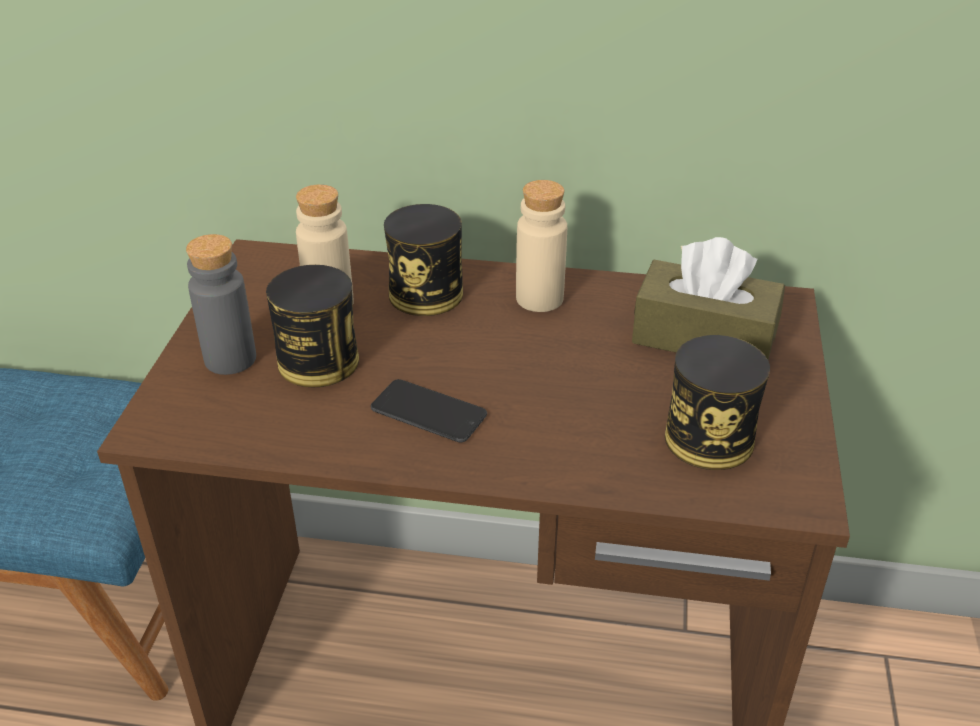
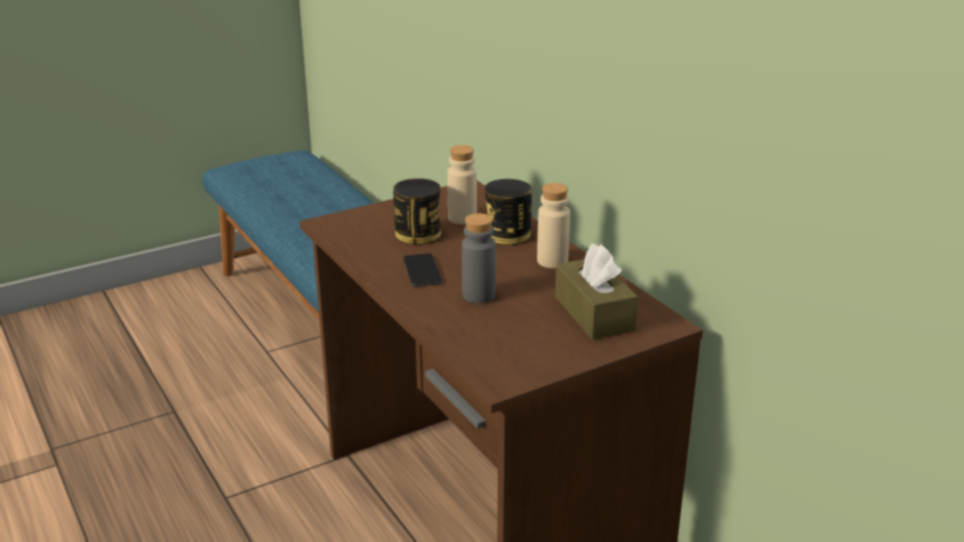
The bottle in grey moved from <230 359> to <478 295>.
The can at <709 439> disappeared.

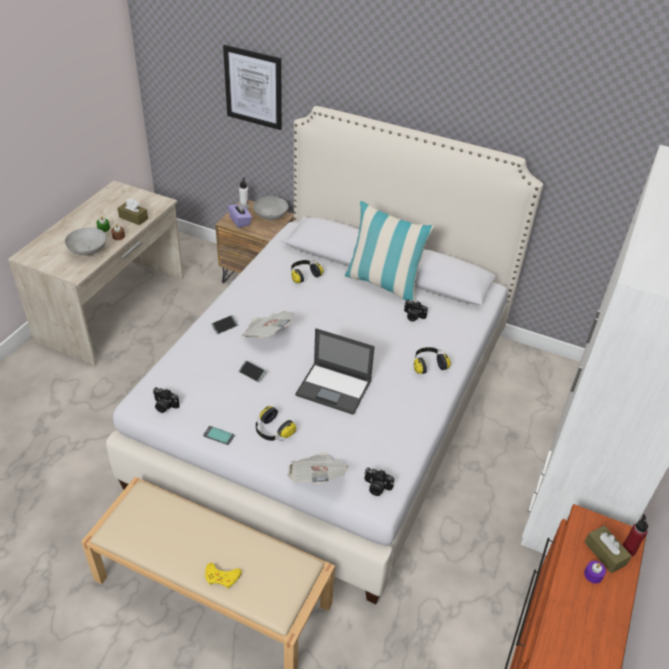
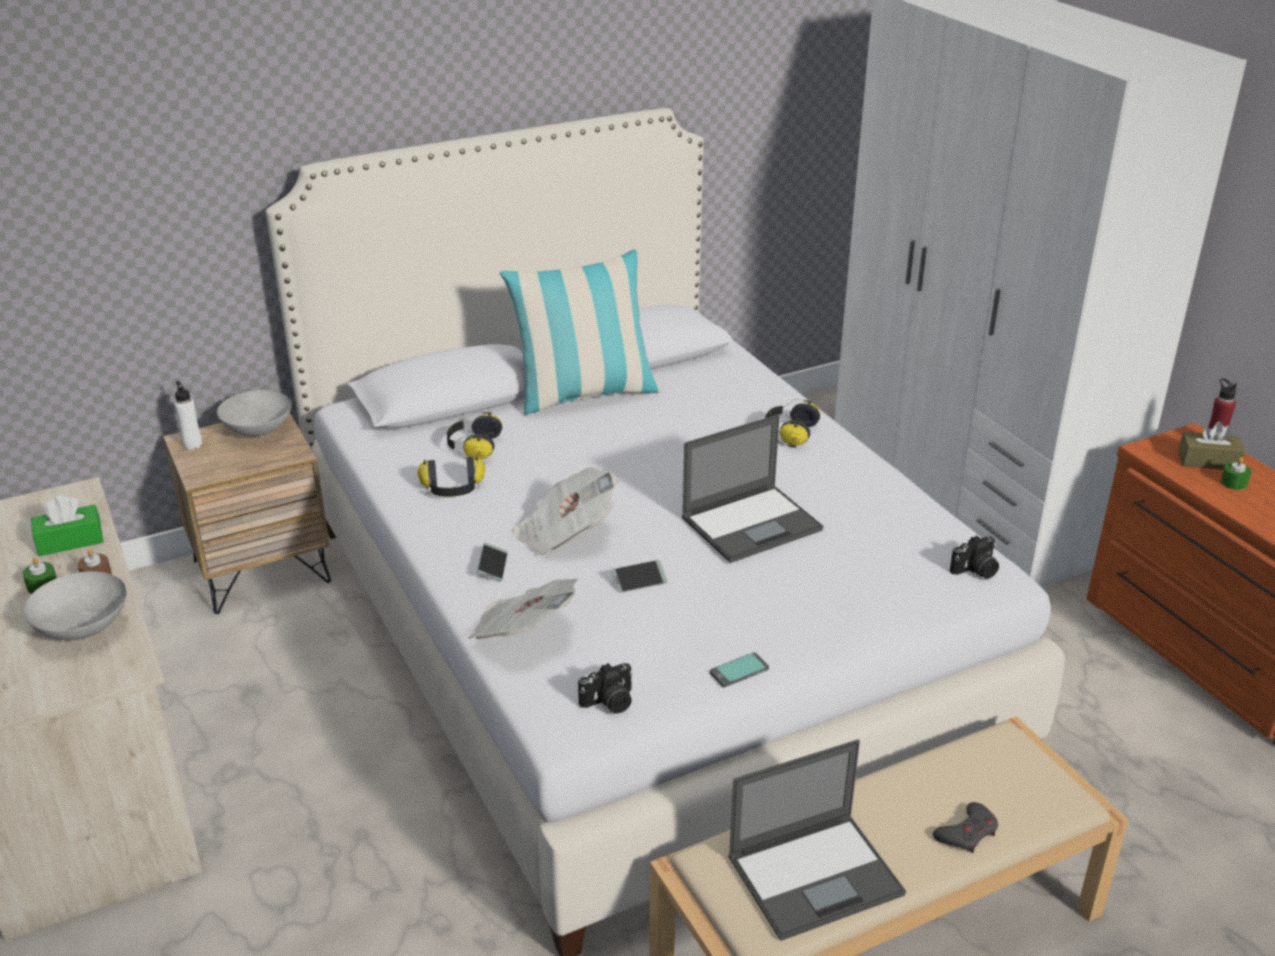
The tissue box in brown at <133 218> became the tissue box in green at <70 541>.
The game controller in yellow at <222 577> became the game controller in grey at <967 833>.
The picture at <253 87> disappeared.
The tissue box in purple at <240 221> disappeared.
The headphones moved from <272 431> to <453 490>.
The newspaper moved from <317 478> to <523 632>.
The photo camera at <413 316> disappeared.
The candle in purple at <593 575> became the candle in green at <1234 483>.
The laptop at <816 875> appeared.

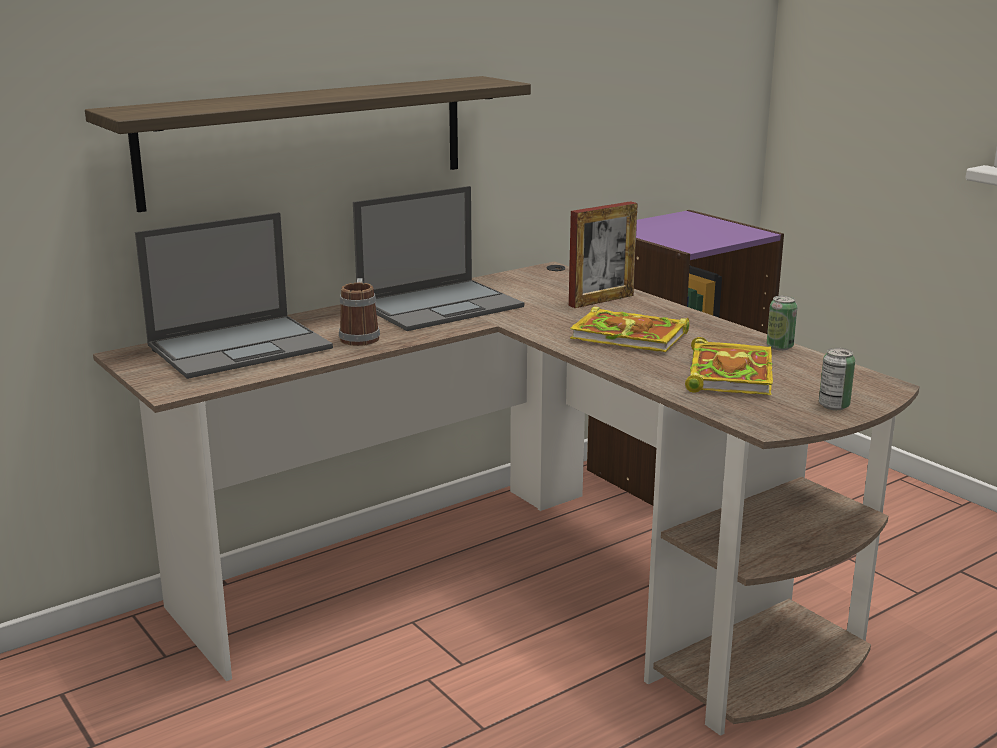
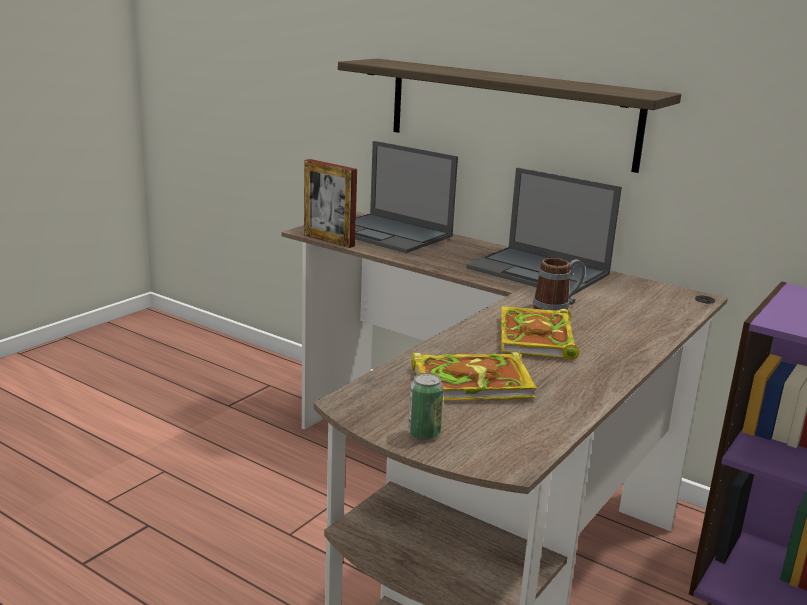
The mug moved from <360 336> to <557 307>.
The picture frame moved from <601 300> to <329 240>.
The can at <779 347> disappeared.

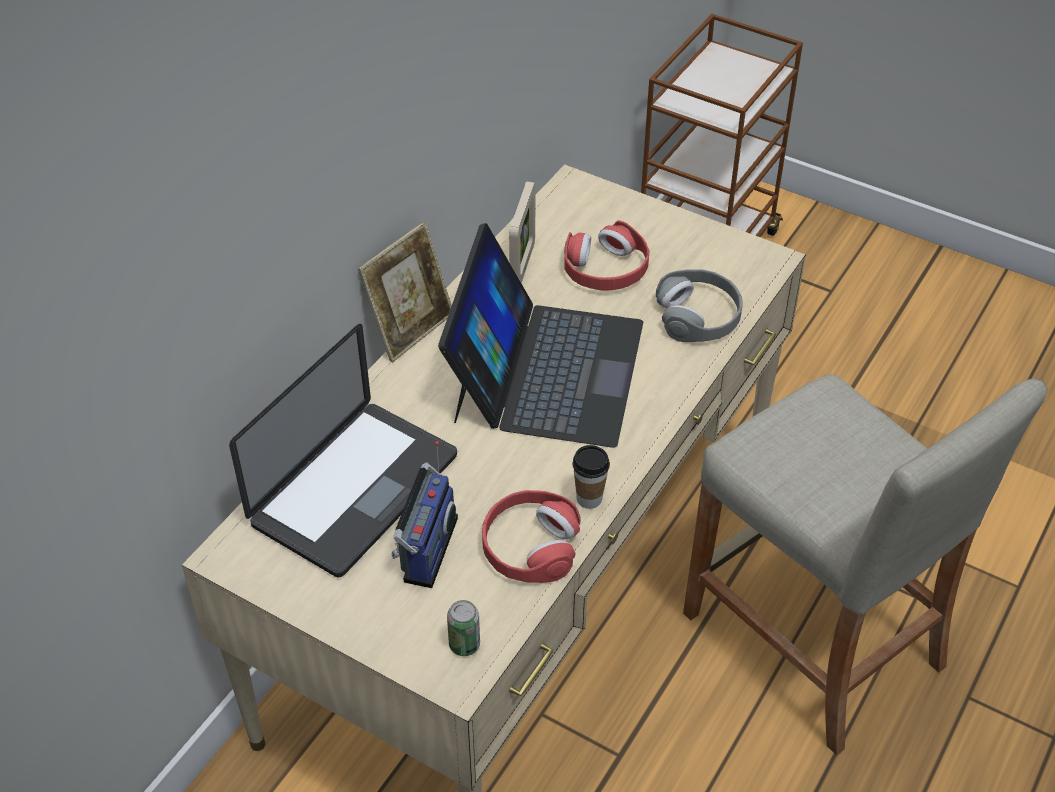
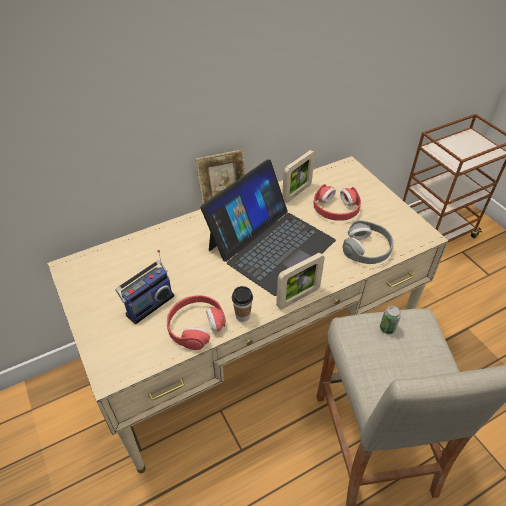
The laptop at <355 490> disappeared.
The can moved from <464 645> to <387 328>.
The picture frame at <298 297> appeared.

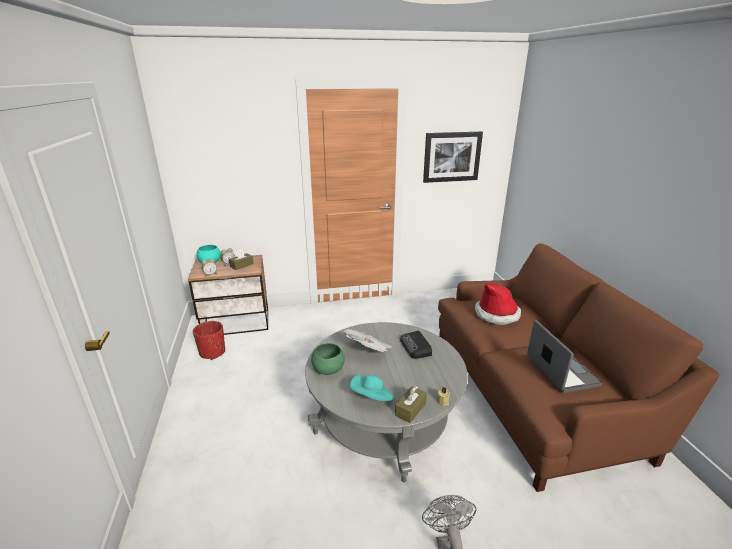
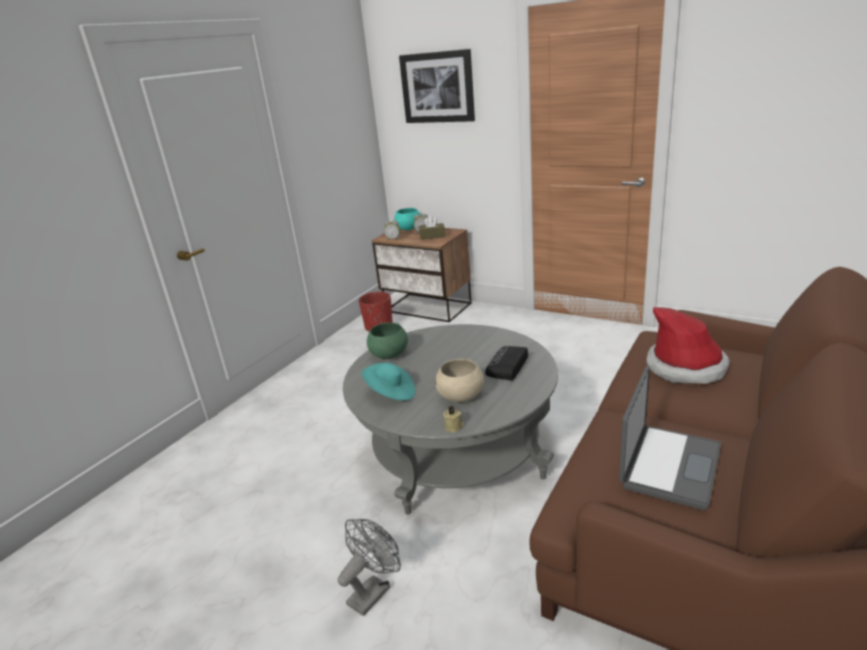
The newspaper at <369 351> disappeared.
The tissue box in brown at <410 409> disappeared.
The picture moved from <452 157> to <437 87>.
The bowl in beige at <461 397> appeared.

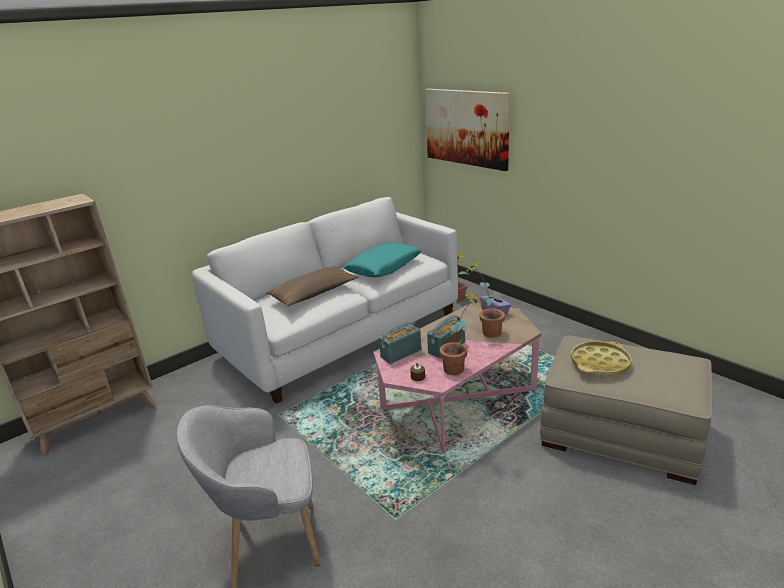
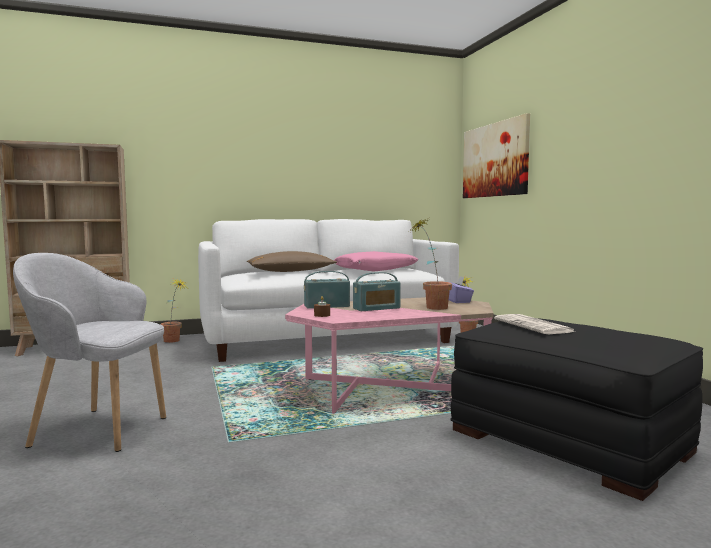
The pillow in turquoise at <384 267> became the pillow in pink at <375 270>.
The potted plant moved from <460 370> to <174 341>.
The ottoman in beige at <621 432> became the ottoman in black at <569 440>.
The tray in yellow at <600 363> was replaced by the newspaper at <534 326>.

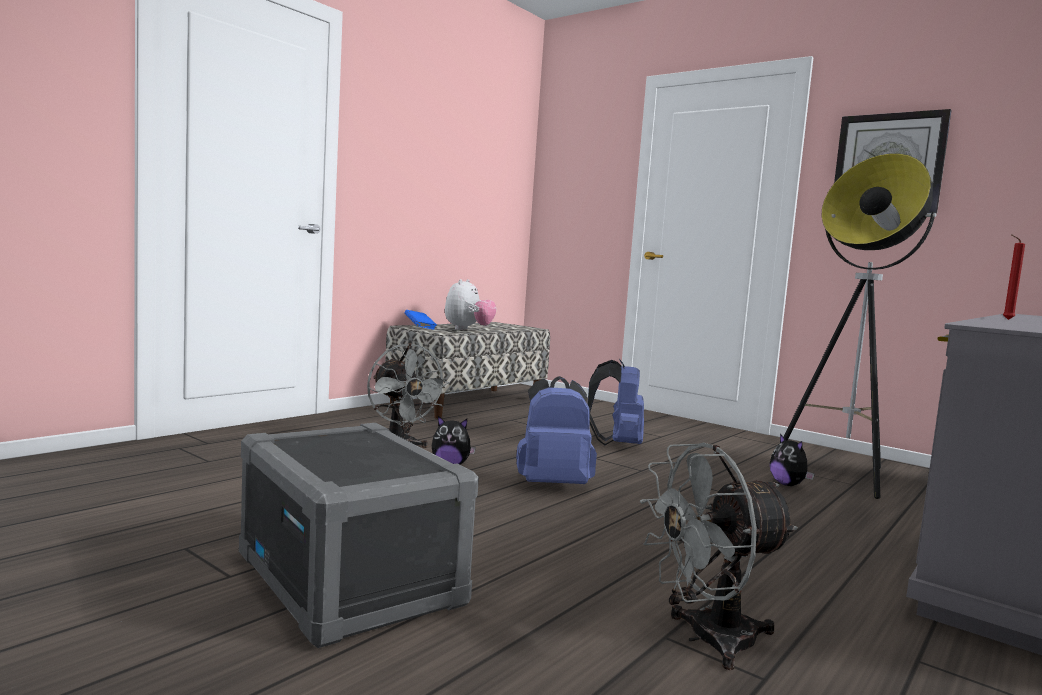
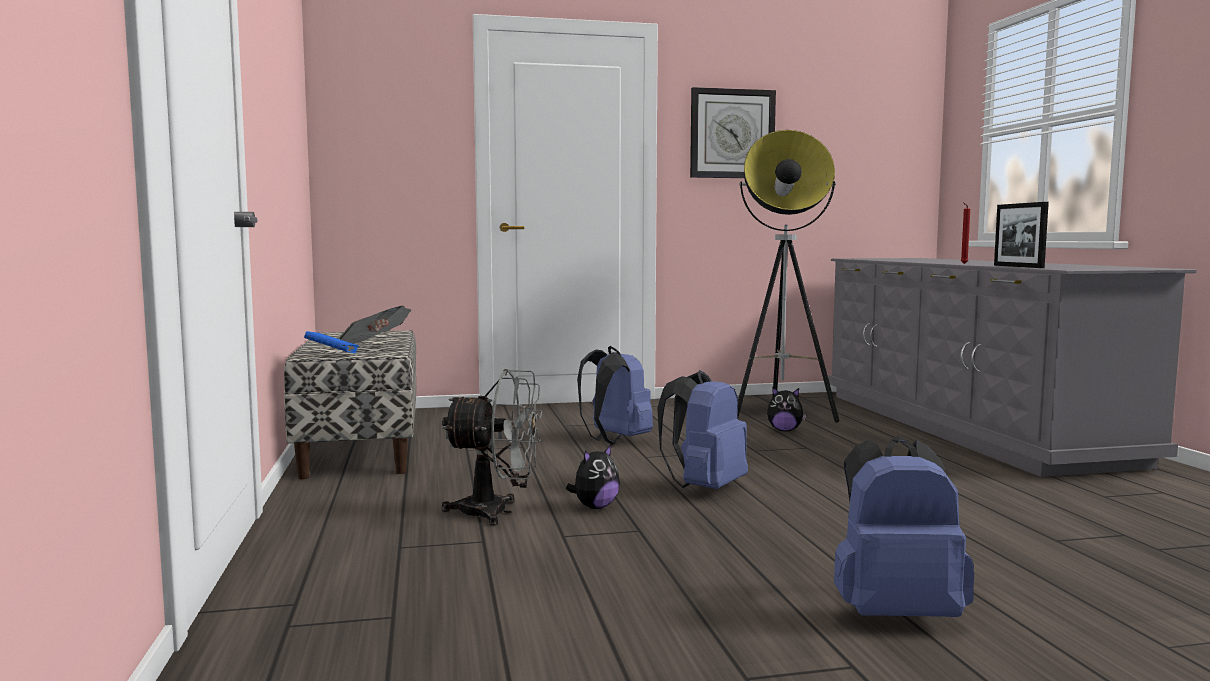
The storage box in grey at <351 579> was replaced by the backpack in blue at <895 613>.
The plush toy at <468 329> was replaced by the newspaper at <374 346>.
The fan in grey at <706 639> disappeared.
The picture frame at <1018 266> appeared.

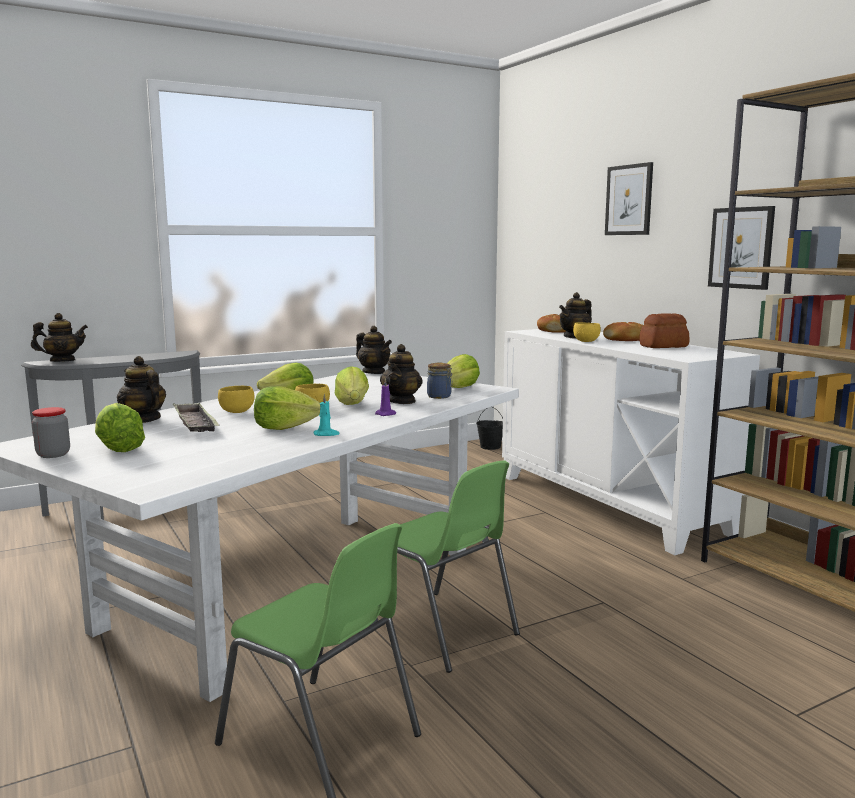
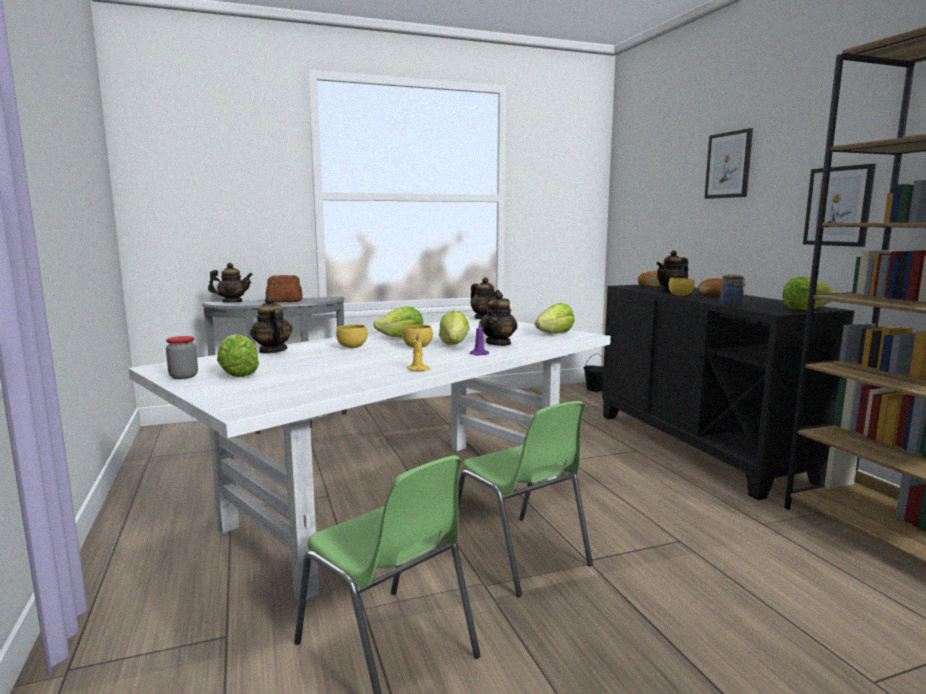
The tray at <195 424> disappeared.
The lettuce moved from <284 427> to <804 309>.
The candle in turquoise at <326 434> became the candle in yellow at <419 369>.
The jar moved from <440 396> to <731 304>.
The cabinet in white at <610 503> became the cabinet in black at <700 446>.
The bread moved from <662 346> to <284 301>.

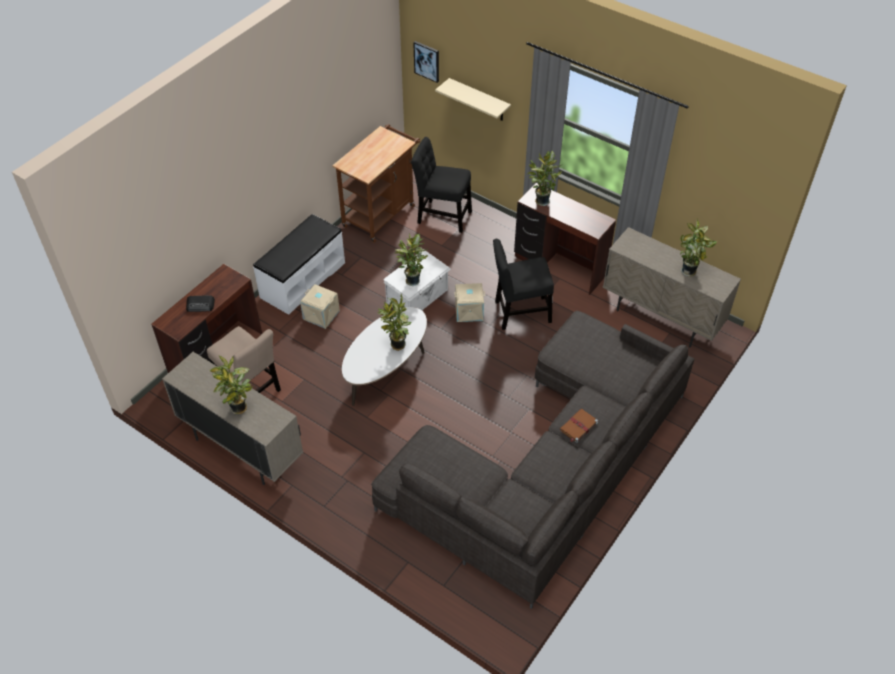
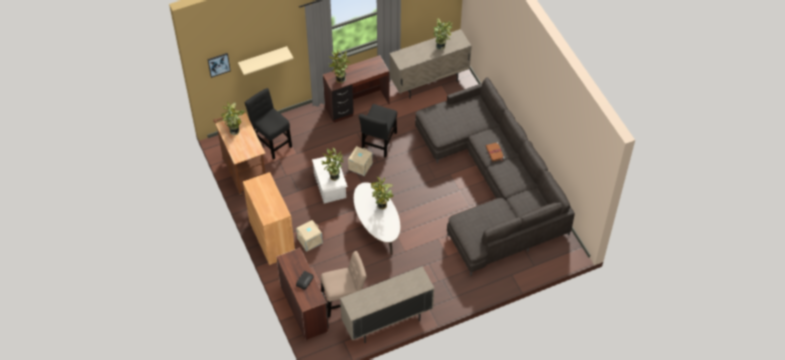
The potted plant moved from <239 409> to <235 131>.
The bench in white at <302 280> was replaced by the cabinet in brown at <272 238>.
The chair in black at <441 216> turned 90 degrees clockwise.

